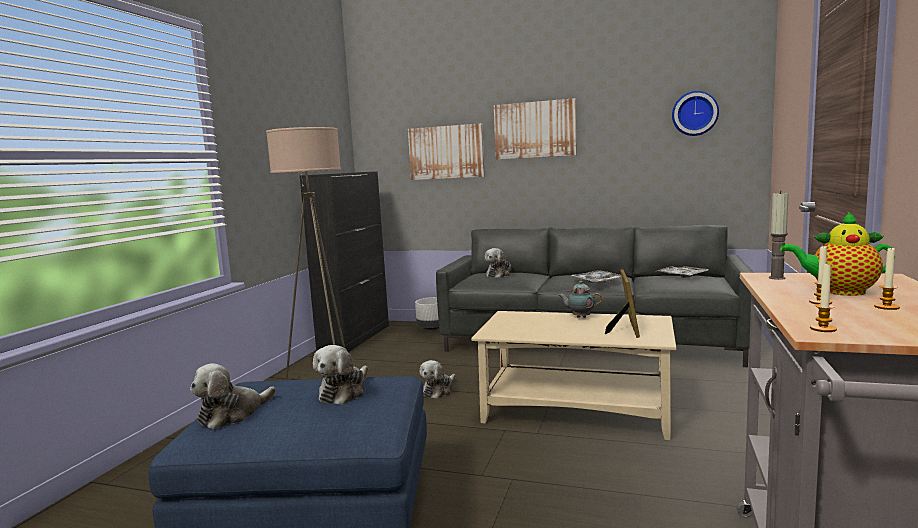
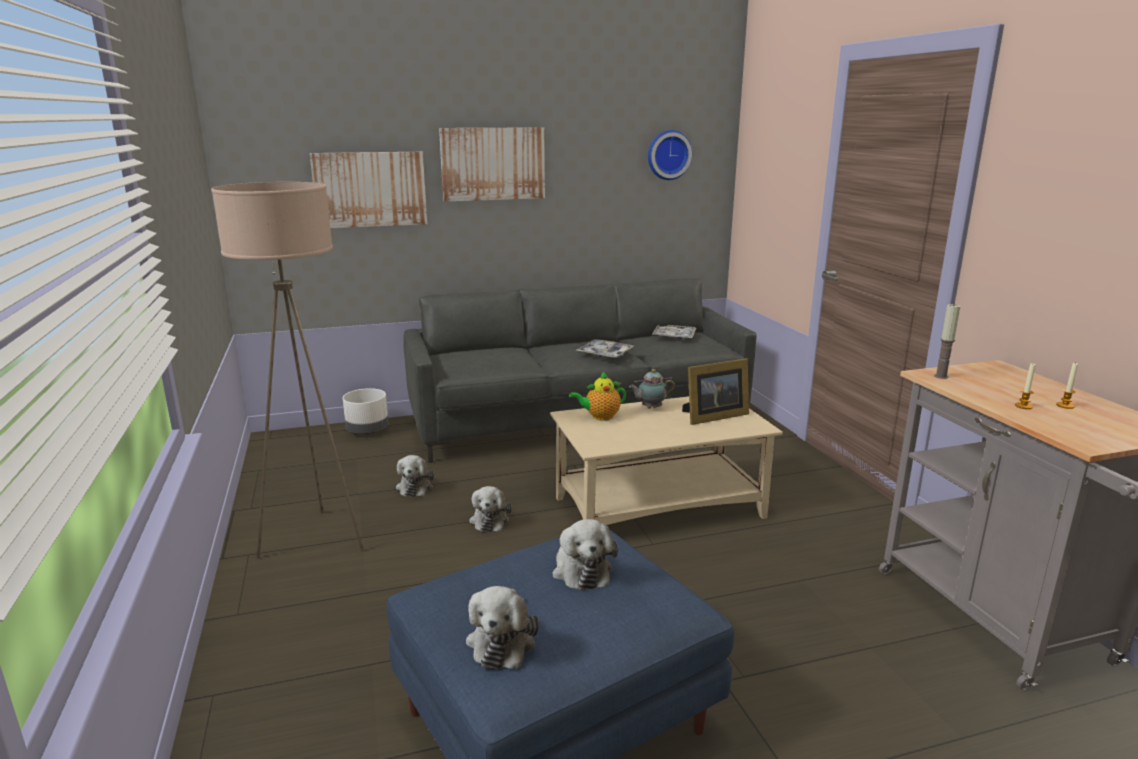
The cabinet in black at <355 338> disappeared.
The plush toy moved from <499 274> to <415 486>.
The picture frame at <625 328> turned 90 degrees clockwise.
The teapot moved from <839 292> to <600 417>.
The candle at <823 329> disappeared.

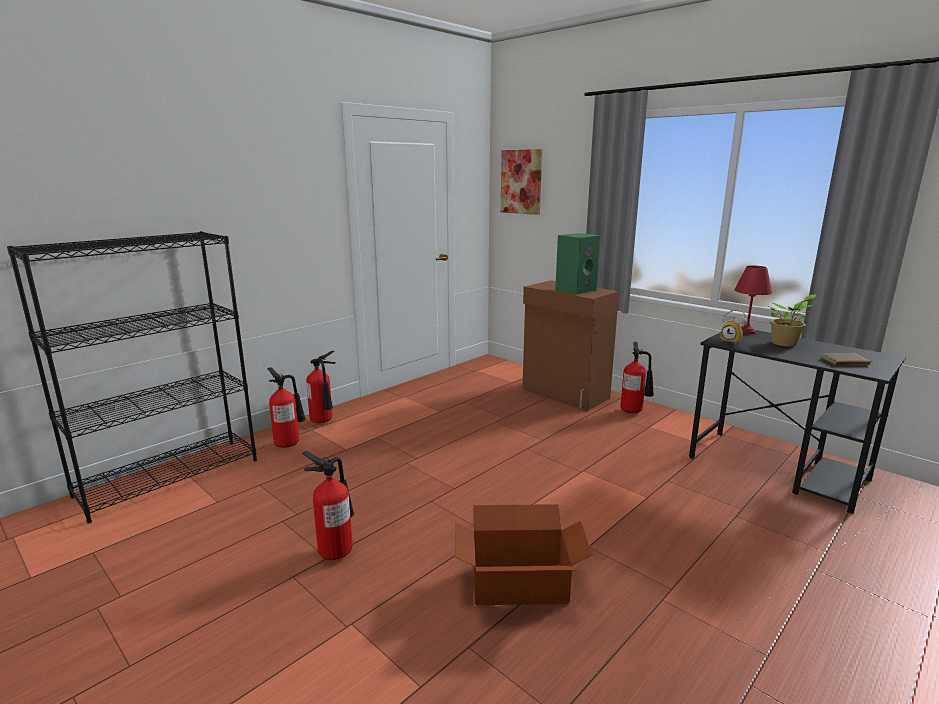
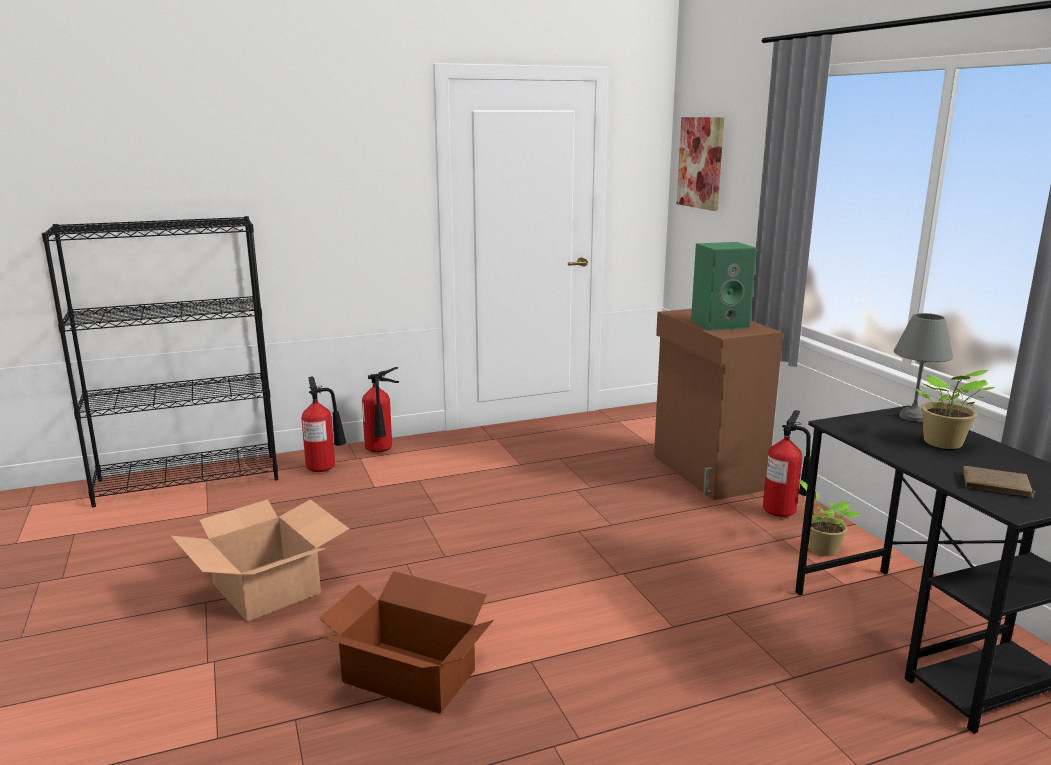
The fire extinguisher at <337 549> was replaced by the cardboard box at <267 588>.
The alarm clock at <732 341> disappeared.
The table lamp in red at <746 331> became the table lamp in grey at <913 416>.
The potted plant at <820 549> appeared.

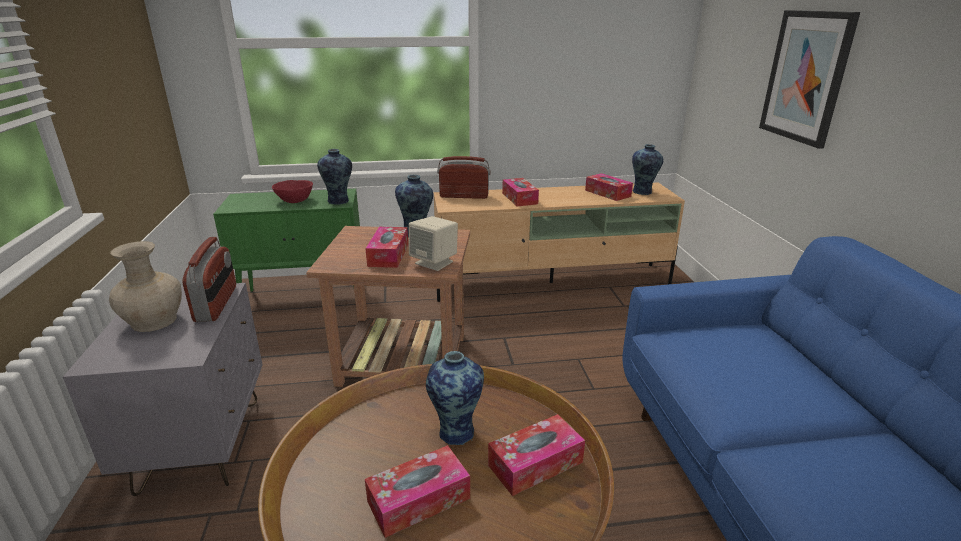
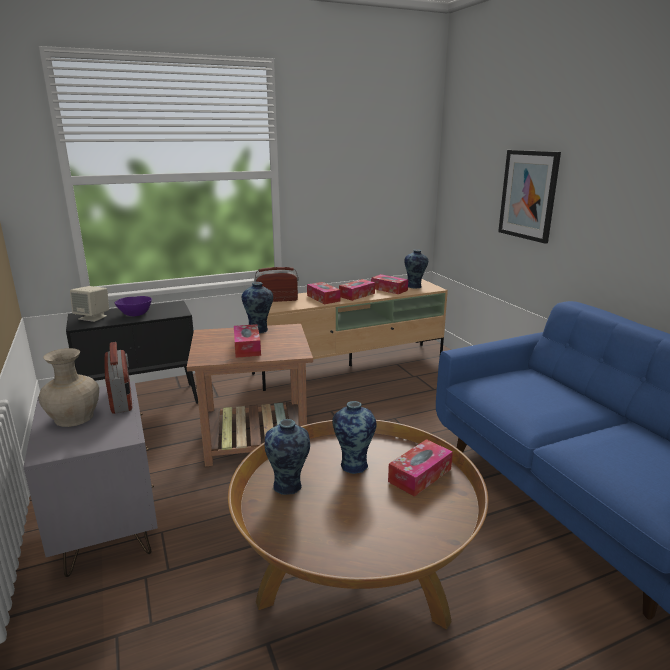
The cabinet in green at <306 299> became the cabinet in black at <143 402>.
The bowl in red at <295 200> became the bowl in purple at <135 314>.
The vase moved from <339 201> to <288 486>.
The tissue box moved from <419 500> to <357 295>.
The speaker in beige moved from <434 262> to <93 317>.

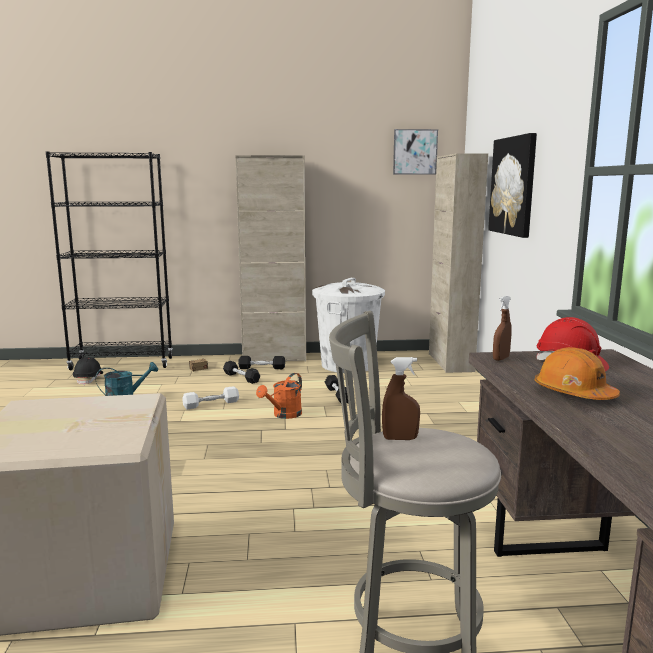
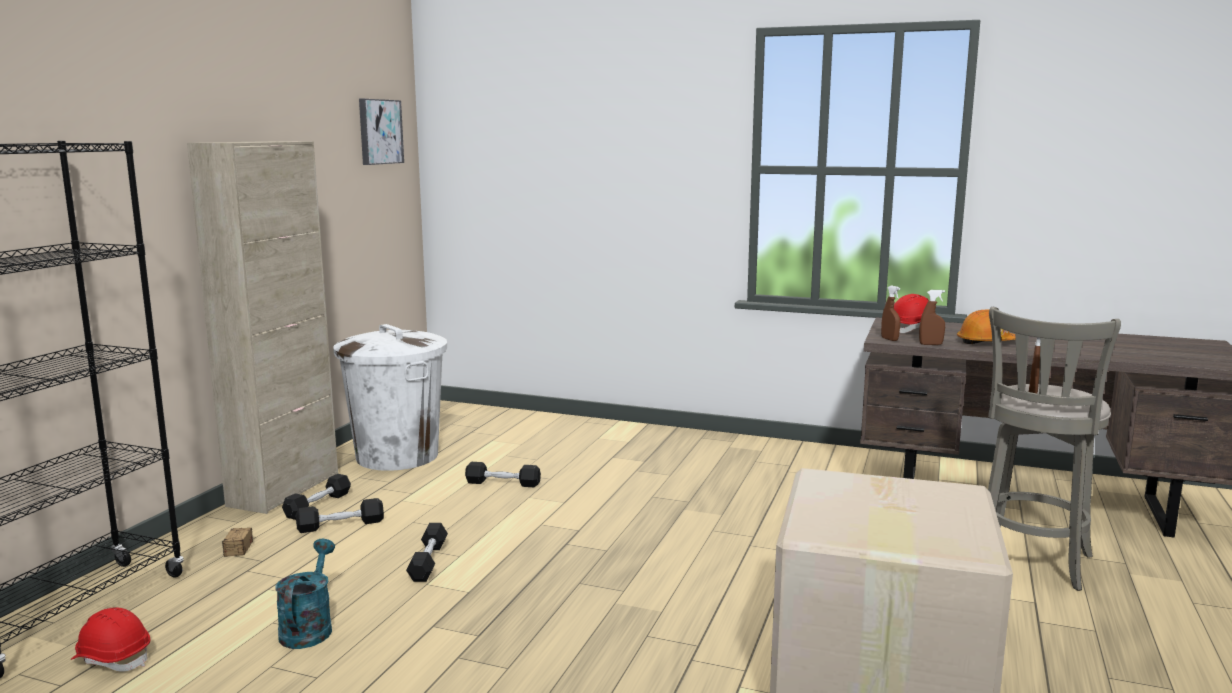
The hard hat in black at <89 379> became the hard hat in red at <112 658>.
The dumbbell in white at <211 404> became the dumbbell in black at <428 561>.
The watering can in orange at <284 415> disappeared.
The cabinet in beige at <450 362> disappeared.
The picture at <513 186> disappeared.
The spray bottle in brown at <931 344> appeared.

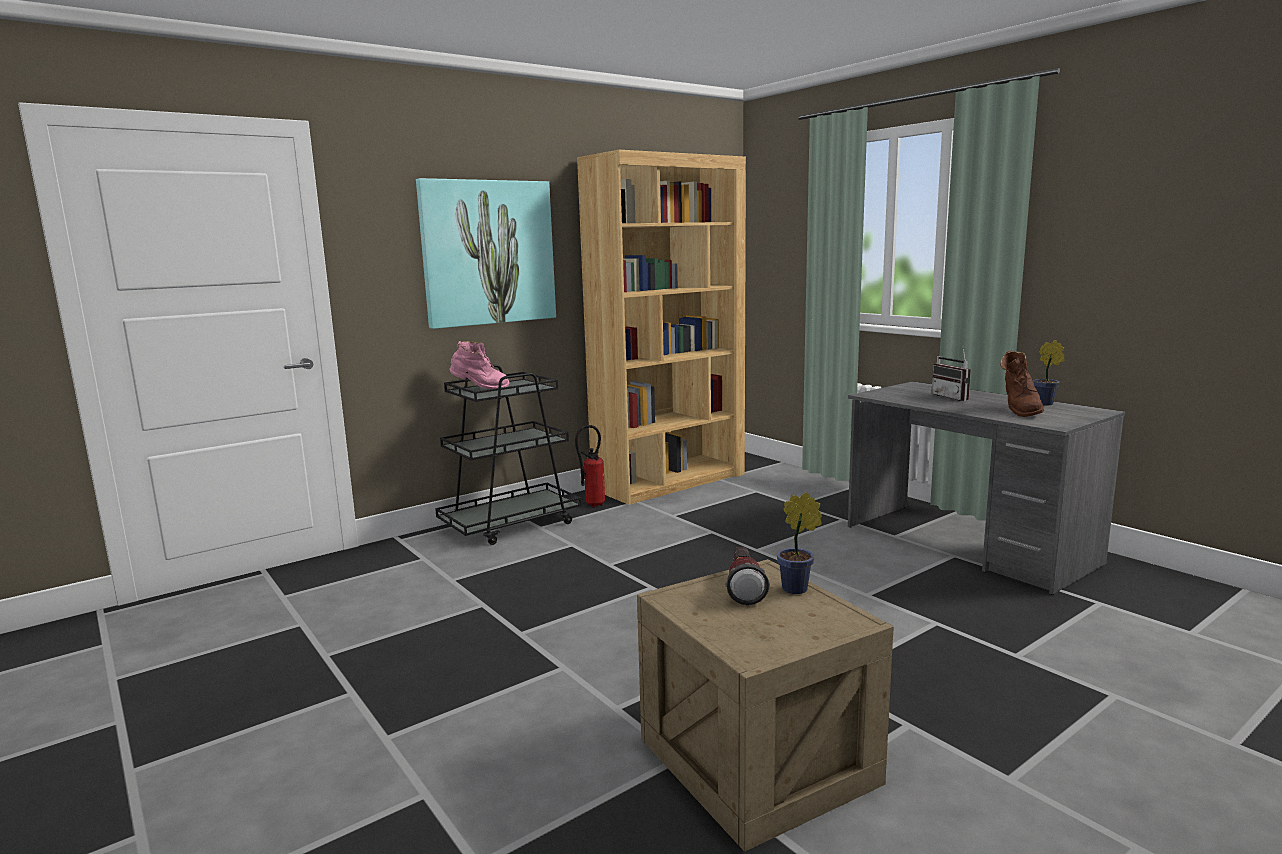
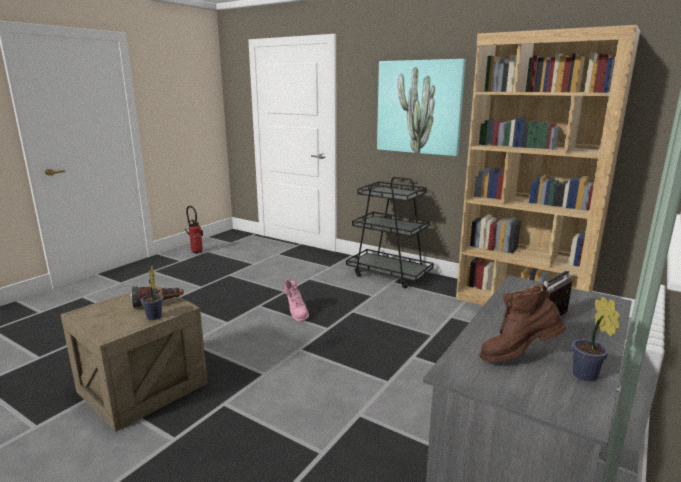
The boot in pink moved from <480 389> to <296 313>.
The fire extinguisher moved from <591 505> to <196 251>.

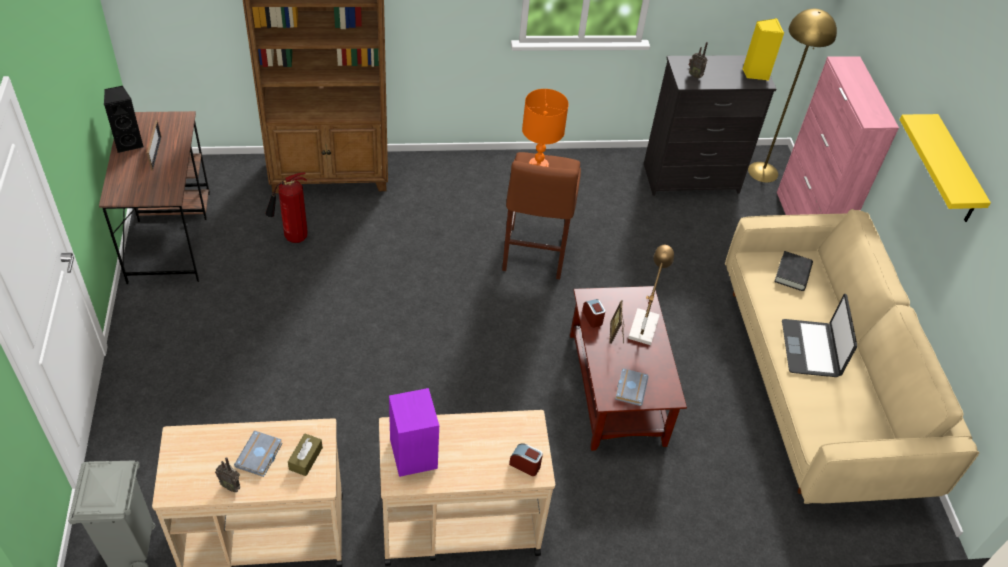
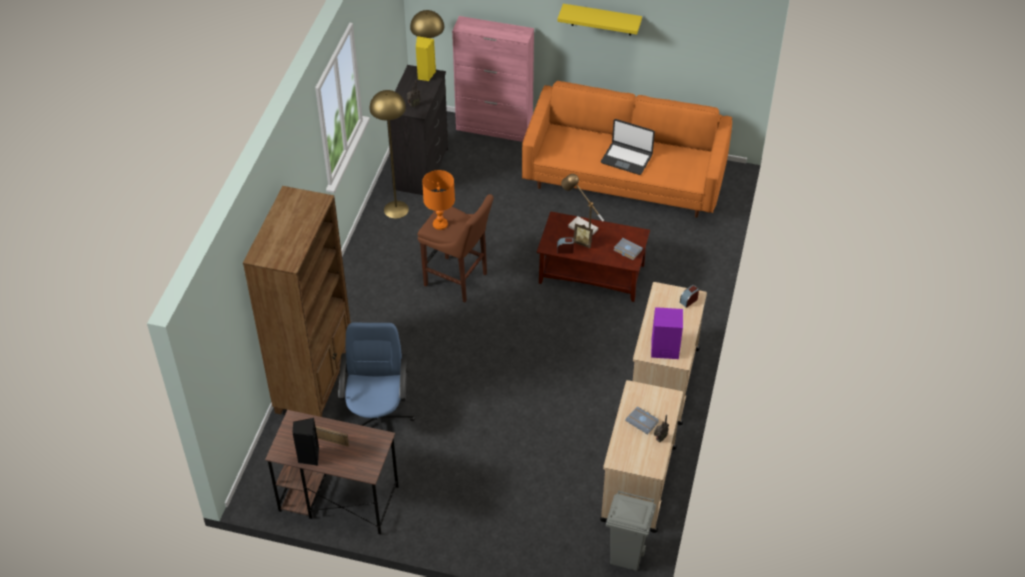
The fire extinguisher at <293 238> was replaced by the office chair in blue at <378 418>.
The tissue box in brown at <305 458> disappeared.
The sofa in beige at <818 383> became the sofa in orange at <624 176>.
The book in black at <792 274> disappeared.
The floor lamp in yellow at <396 209> appeared.

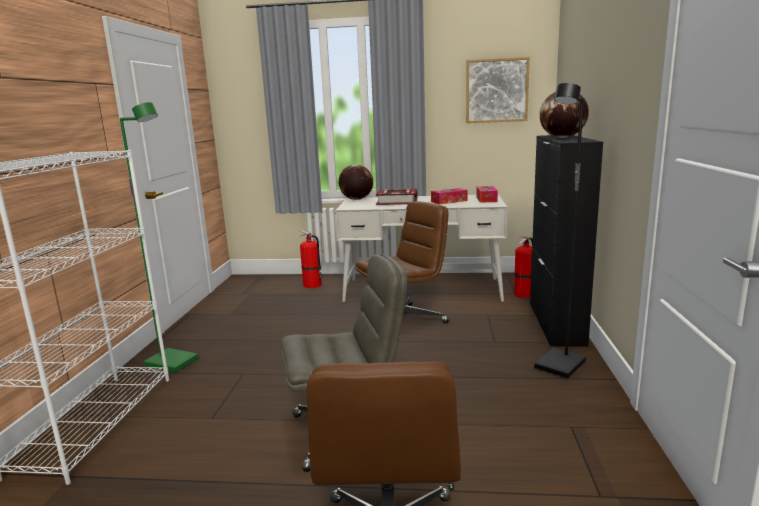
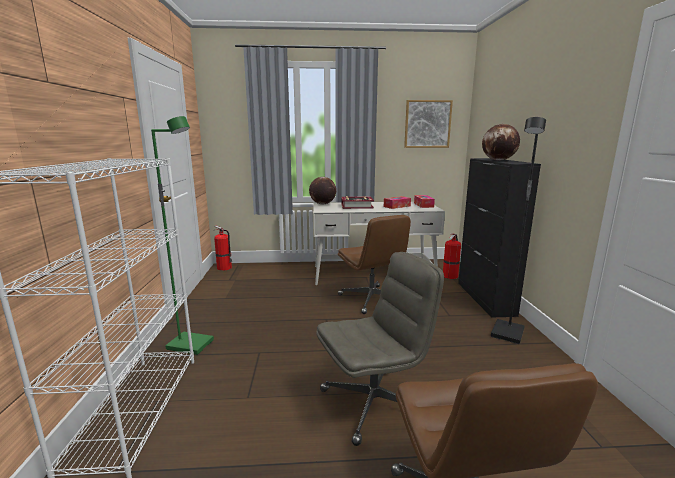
The fire extinguisher moved from <313 285> to <225 268>.
The office chair in brown at <404 320> turned 105 degrees clockwise.

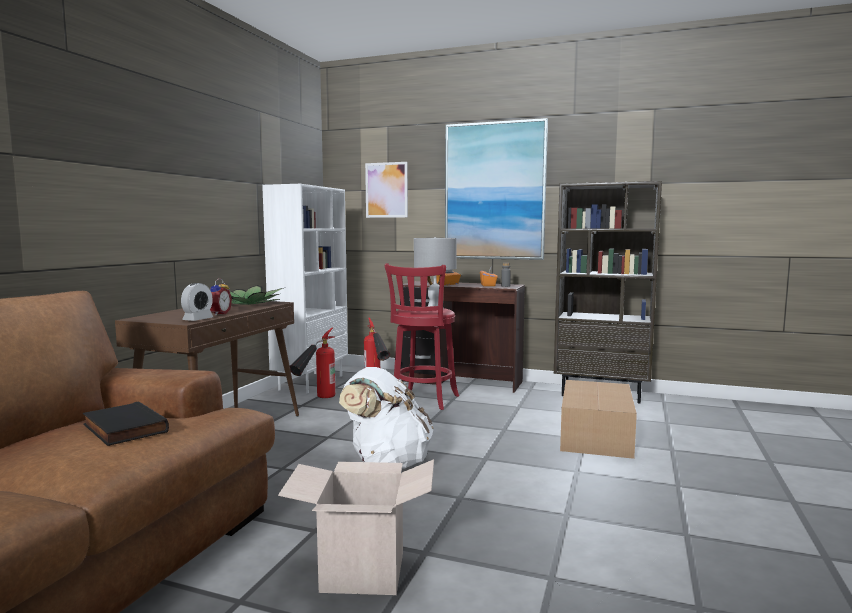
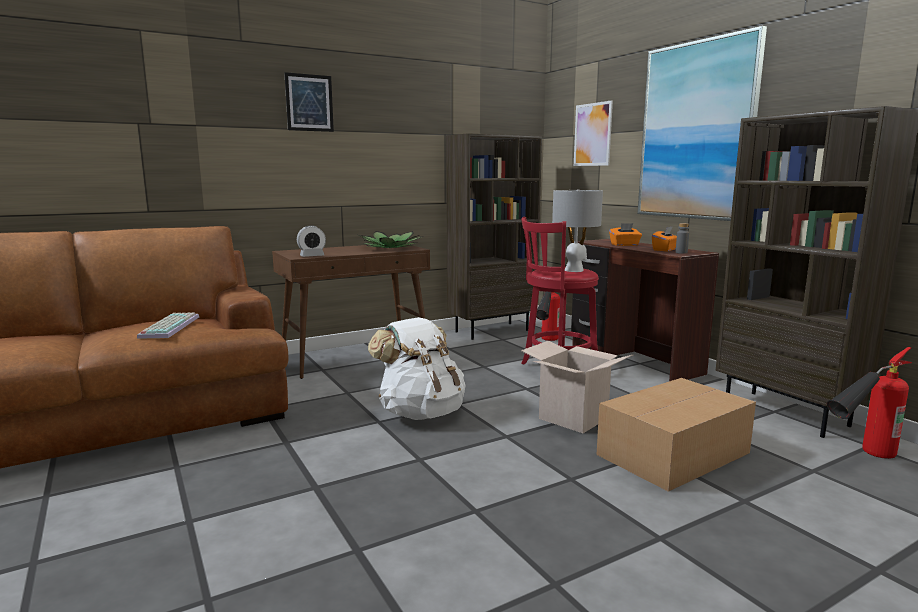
The book in black at <122 429> was replaced by the keyboard at <169 326>.
The alarm clock at <218 314> disappeared.
The bookcase in white at <311 382> became the bookcase in brown at <492 331>.
The cardboard box moved from <363 572> to <573 418>.
The fire extinguisher moved from <315 400> to <861 457>.
The picture at <309 103> appeared.

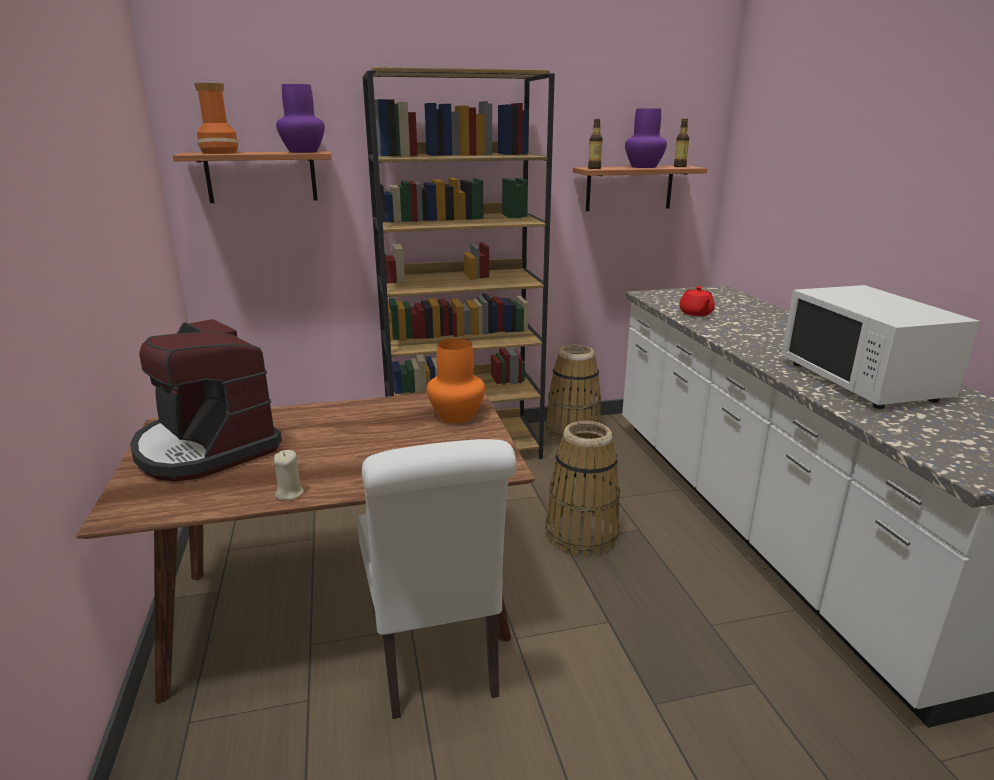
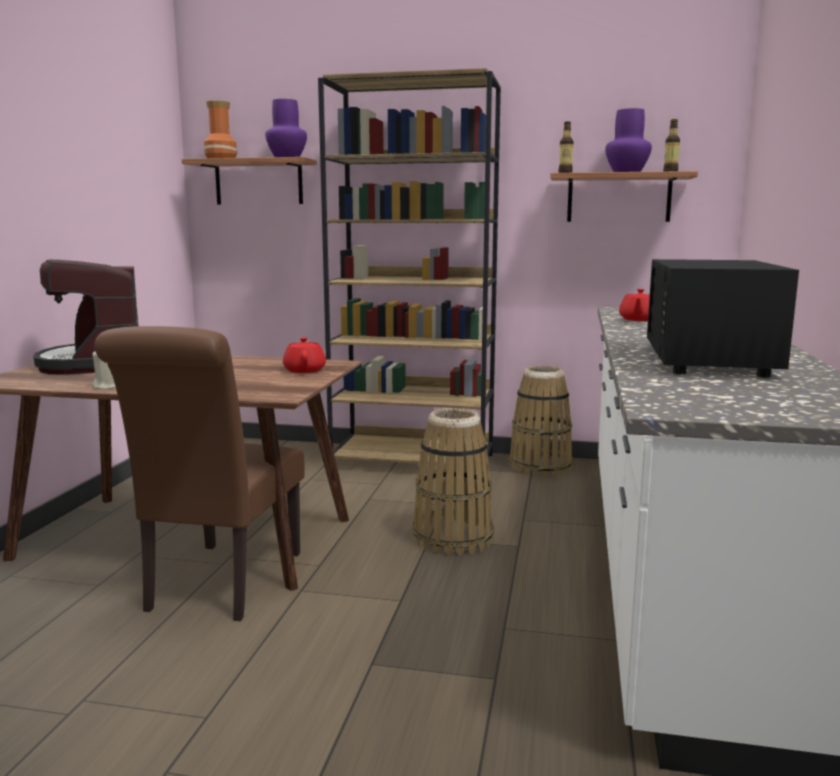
The chair in white at <435 657> became the chair in brown at <220 585>.
The vase in orange at <455 416> was replaced by the teapot in red at <305 370>.
The microwave in white at <862 381> became the microwave in black at <709 361>.

